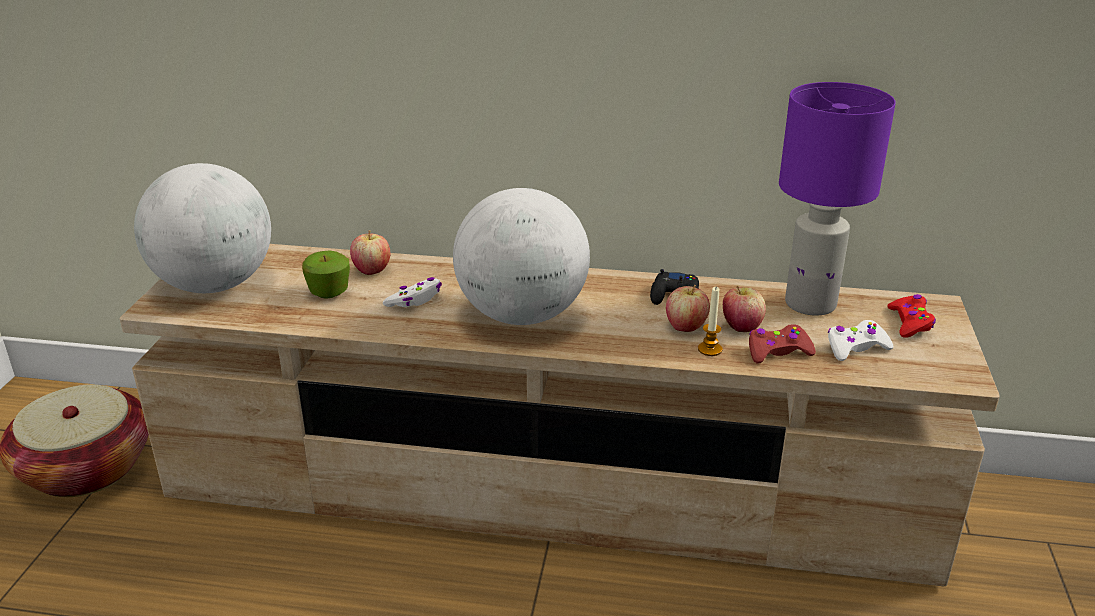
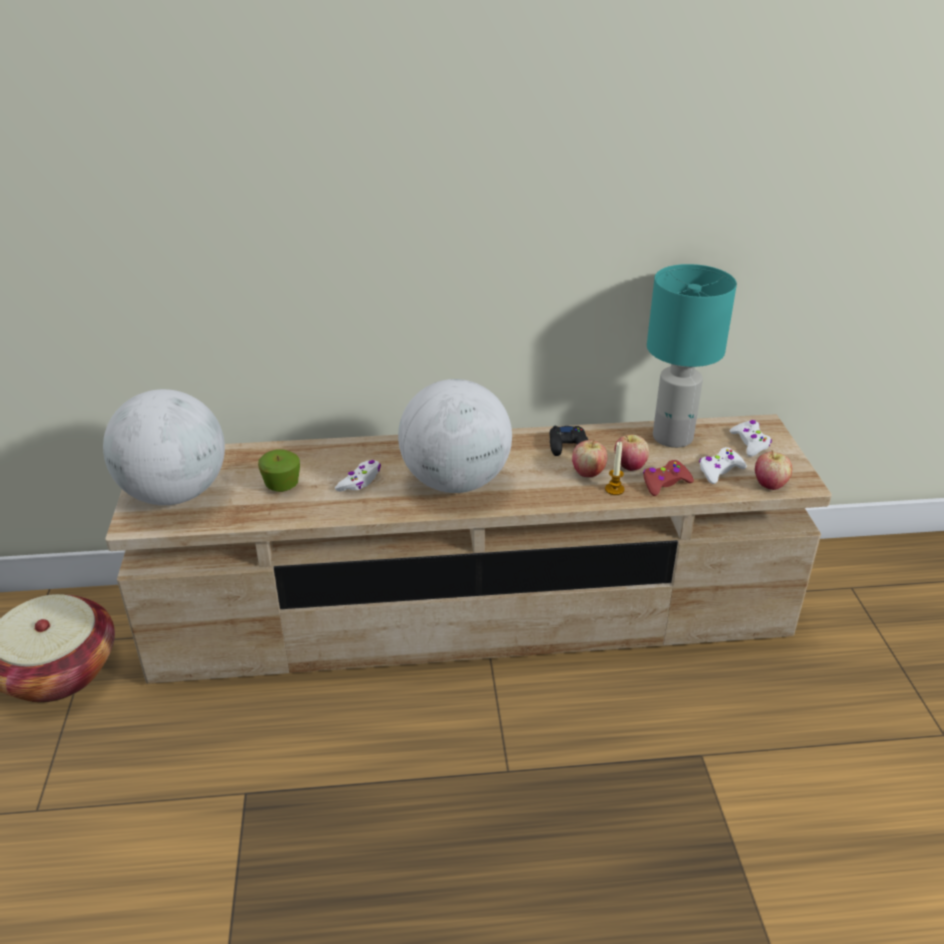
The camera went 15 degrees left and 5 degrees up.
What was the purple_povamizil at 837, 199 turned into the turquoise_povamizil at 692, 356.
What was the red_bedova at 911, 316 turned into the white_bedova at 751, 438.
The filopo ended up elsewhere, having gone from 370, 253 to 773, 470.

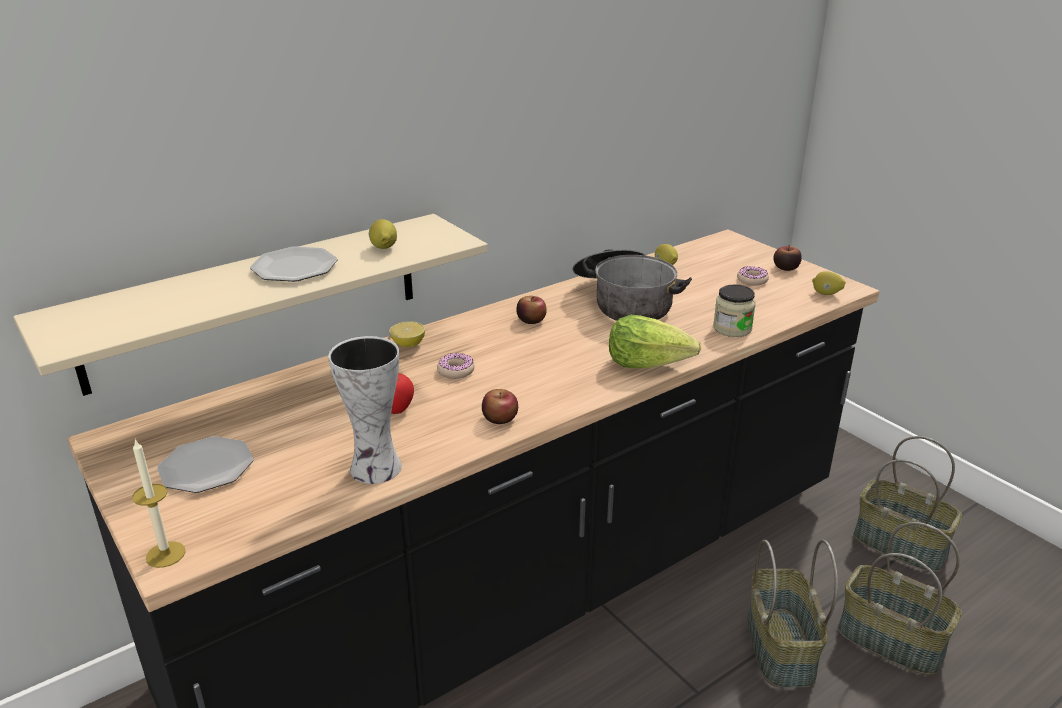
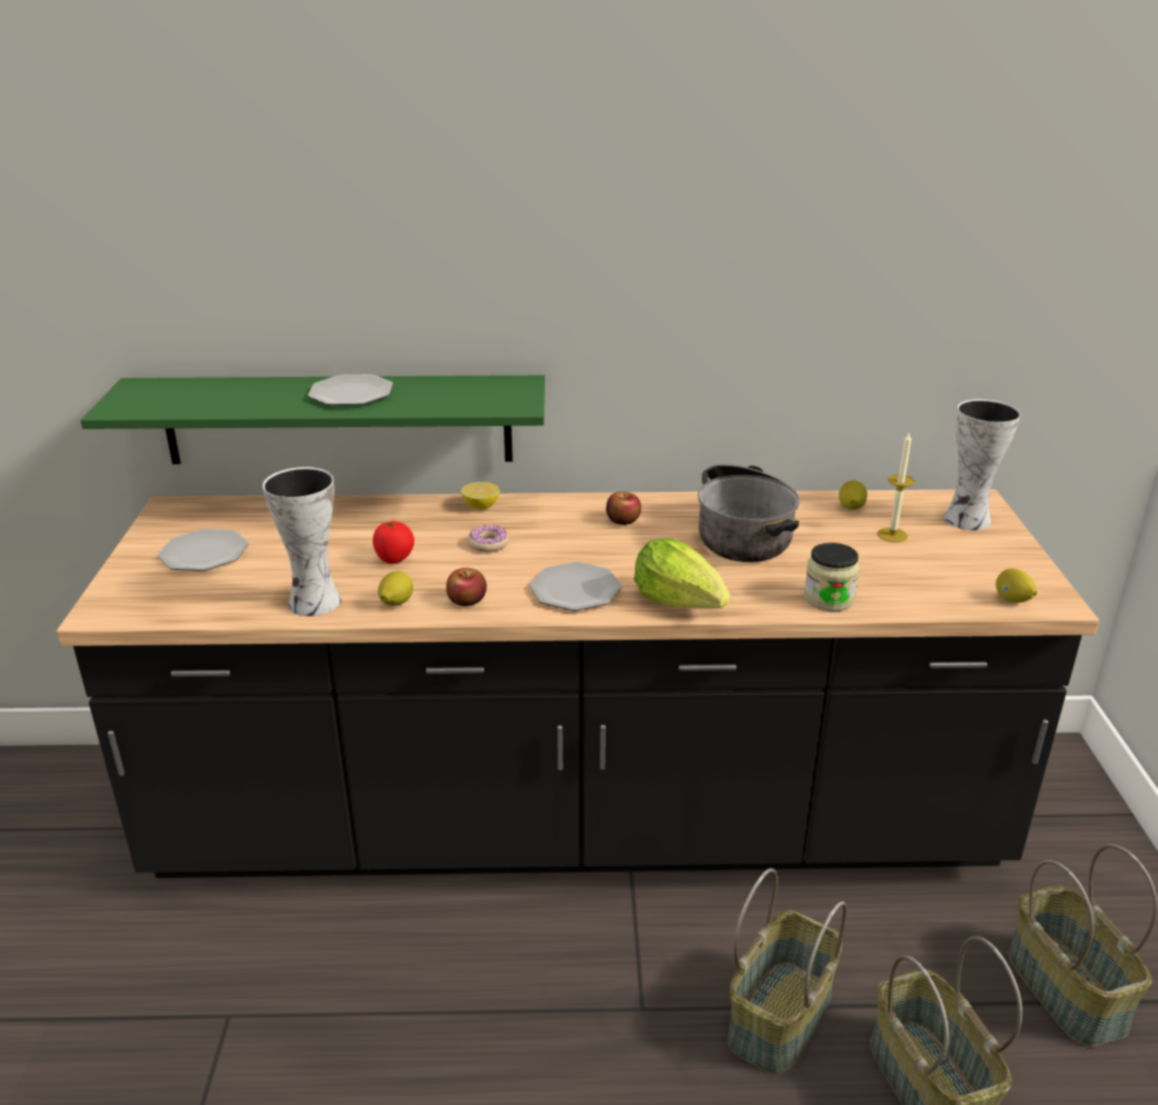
The camera went 35 degrees right and 0 degrees up.
What was the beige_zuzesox at 250, 305 turned into the green_zuzesox at 312, 419.
The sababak ended up elsewhere, having gone from 383, 234 to 395, 588.
The second view gained the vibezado at 576, 586.
The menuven ended up elsewhere, having gone from 159, 503 to 896, 487.
The second view gained the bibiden at 982, 464.
The second view lost the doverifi at 753, 276.
The second view lost the filopo at 787, 258.

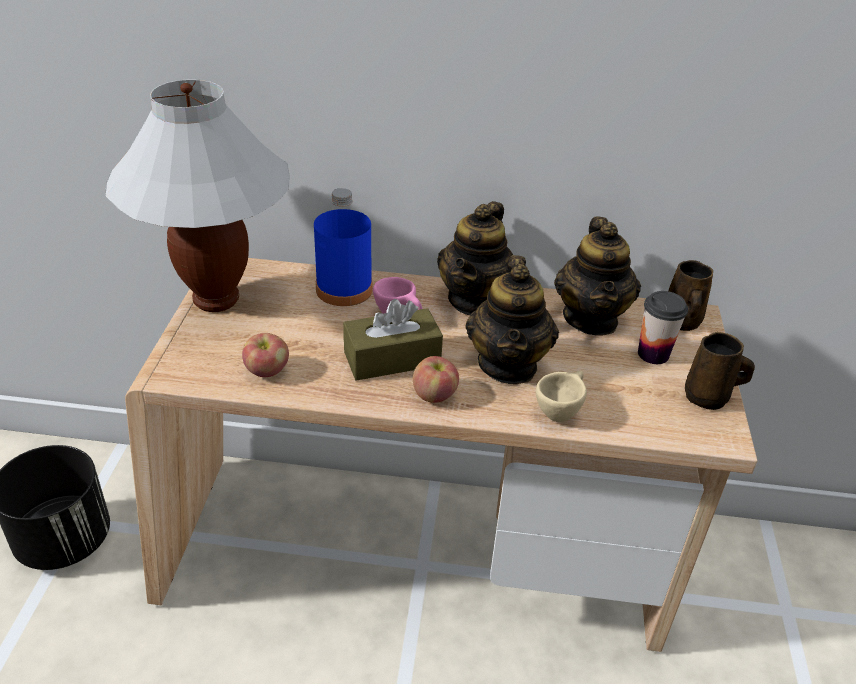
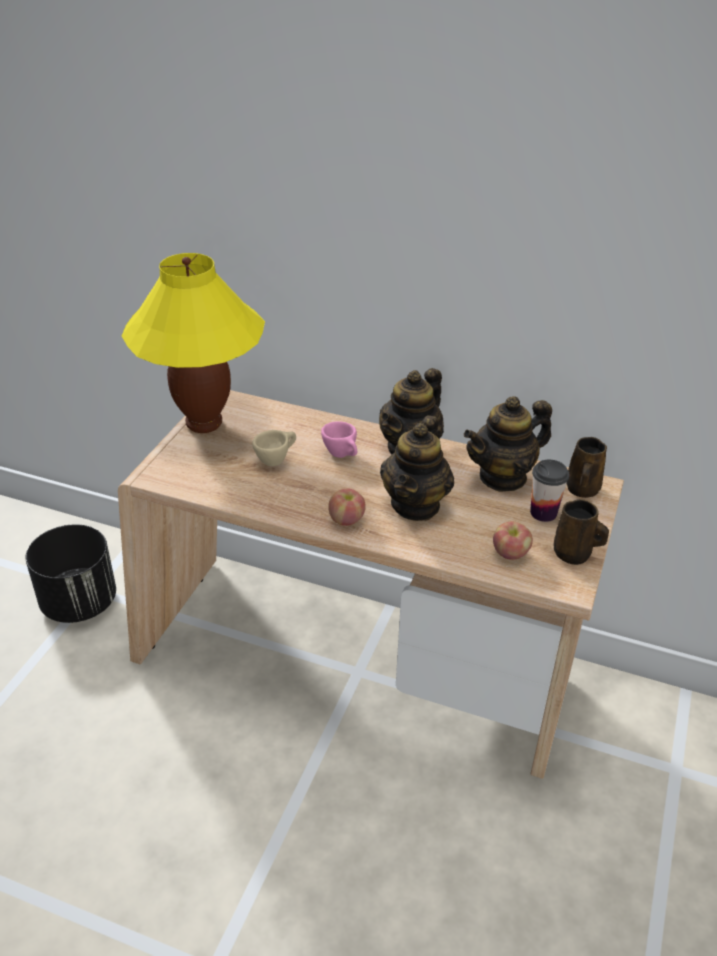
The camera went 15 degrees right and 0 degrees up.
What was the white_povamizil at 197, 195 turned into the yellow_povamizil at 193, 343.
The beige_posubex ended up elsewhere, having gone from 561, 396 to 274, 448.
The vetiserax at 597, 276 ended up facing another way, 45 degrees clockwise from before.
The filopo ended up elsewhere, having gone from 265, 355 to 513, 540.
The second view lost the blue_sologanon at 343, 247.
The second view lost the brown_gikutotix at 393, 340.

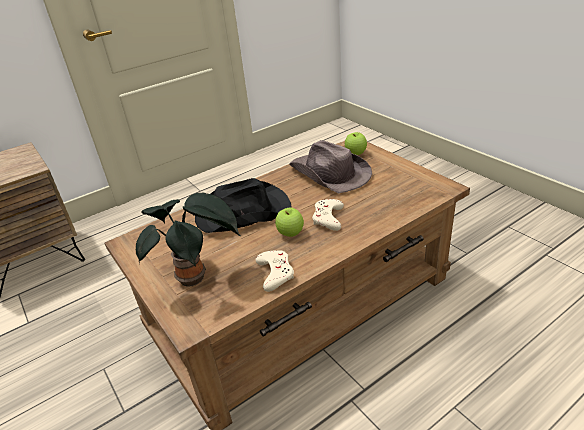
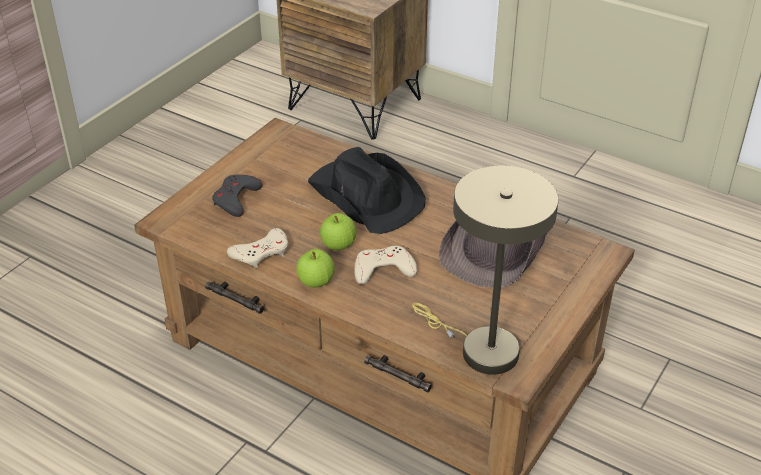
The camera went 65 degrees right and 5 degrees up.
Where the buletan stood at 188, 240, the grey_bedova came to stand at 237, 196.
The filopo ended up elsewhere, having gone from 356, 143 to 315, 268.
The second view gained the beige_povamizil at 485, 270.

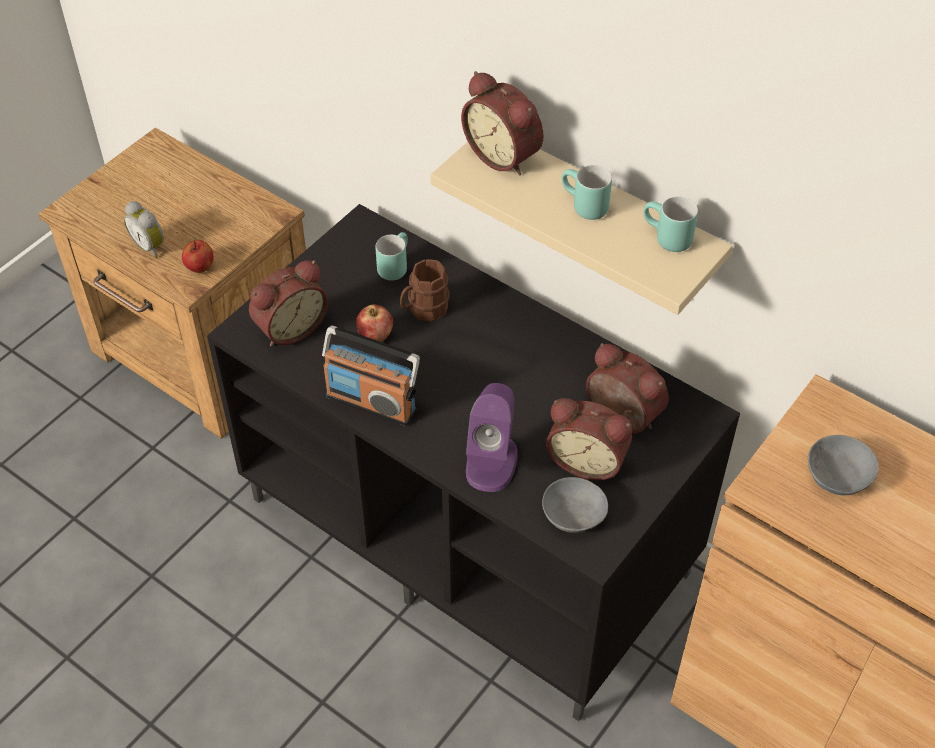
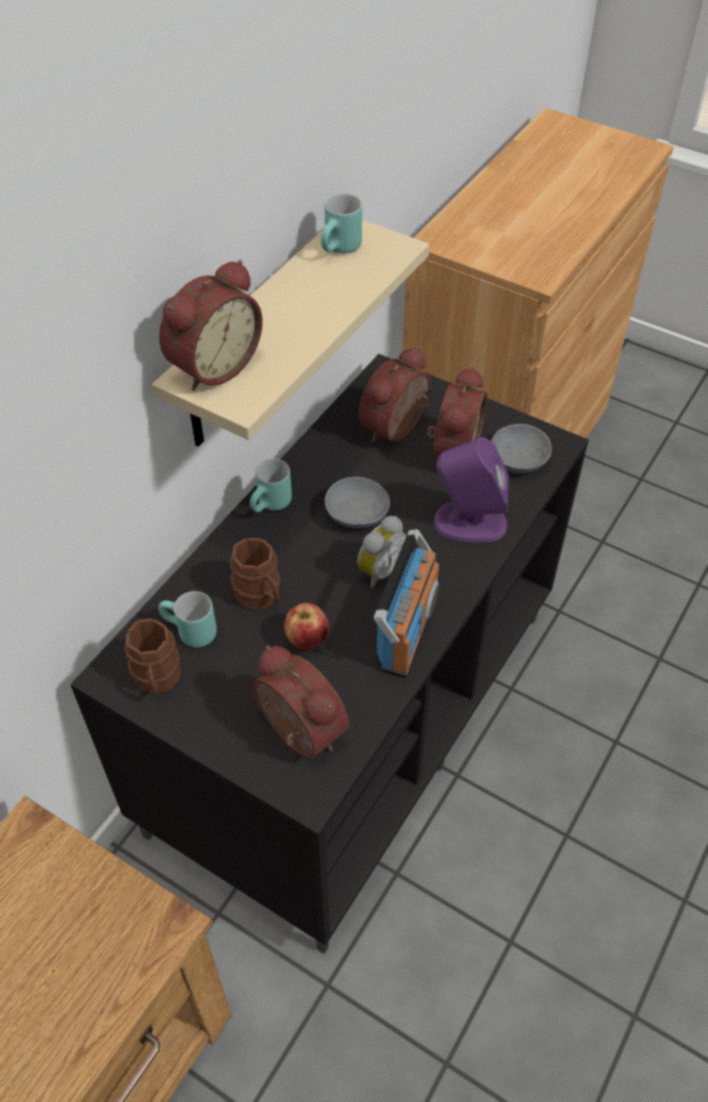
The camera went 95 degrees left and 0 degrees up.
The second view gained the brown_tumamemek at 152, 657.
The turquoise_tumamemek ended up elsewhere, having gone from 587, 192 to 271, 485.
The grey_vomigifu ended up elsewhere, having gone from 843, 465 to 357, 502.
The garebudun ended up elsewhere, having gone from 144, 229 to 381, 552.
The second view lost the filopo at 198, 256.

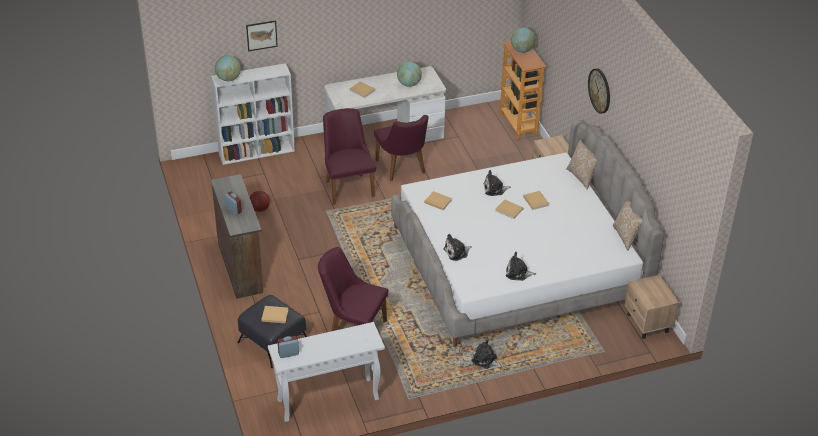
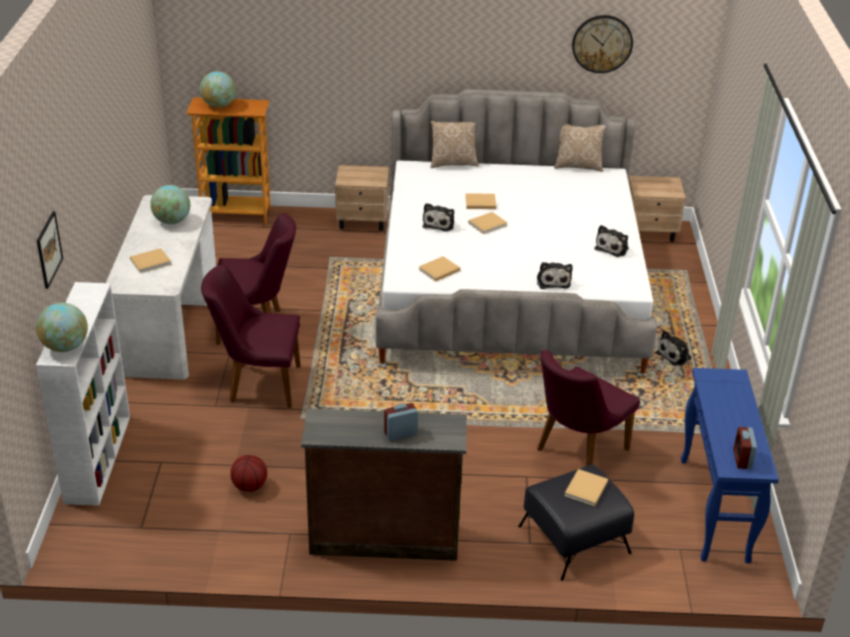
The camera went 70 degrees left and 5 degrees down.
The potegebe ended up elsewhere, having gone from 599, 91 to 602, 44.
What was the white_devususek at 326, 372 turned into the blue_devususek at 730, 465.

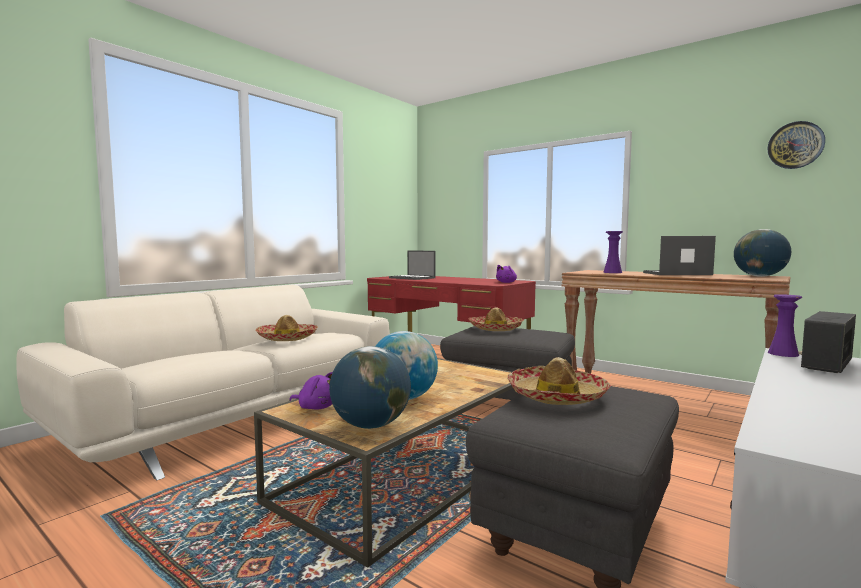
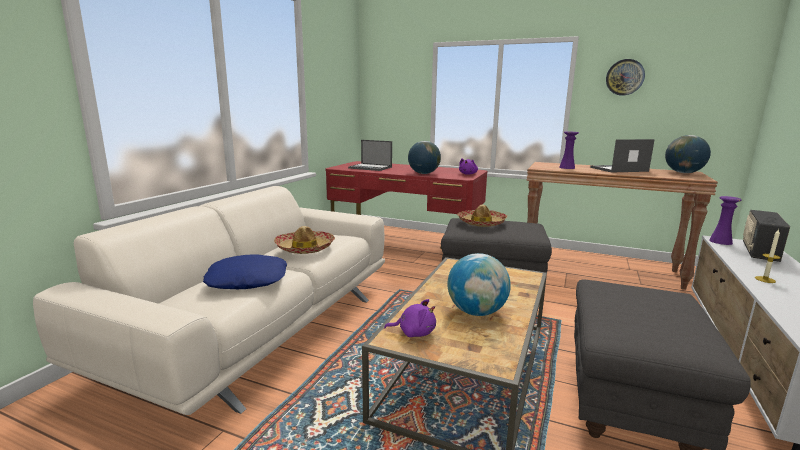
The camera went 15 degrees left and 10 degrees up.
The second view gained the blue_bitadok at 245, 271.
The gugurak ended up elsewhere, having gone from 370, 387 to 424, 157.
The potegebe ended up elsewhere, having gone from 796, 145 to 625, 77.
The second view gained the menuven at 768, 256.
The second view lost the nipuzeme at 559, 381.

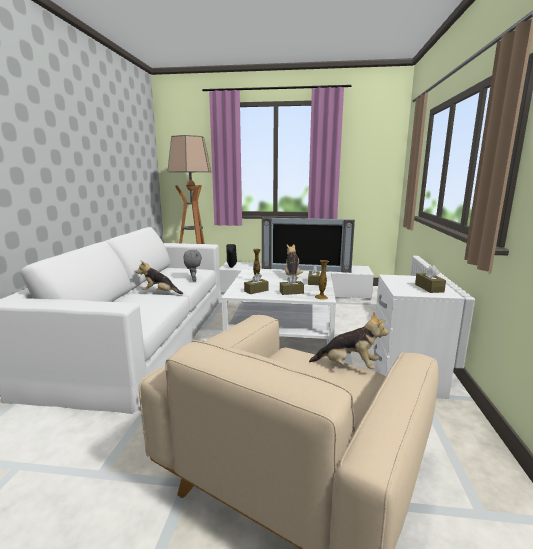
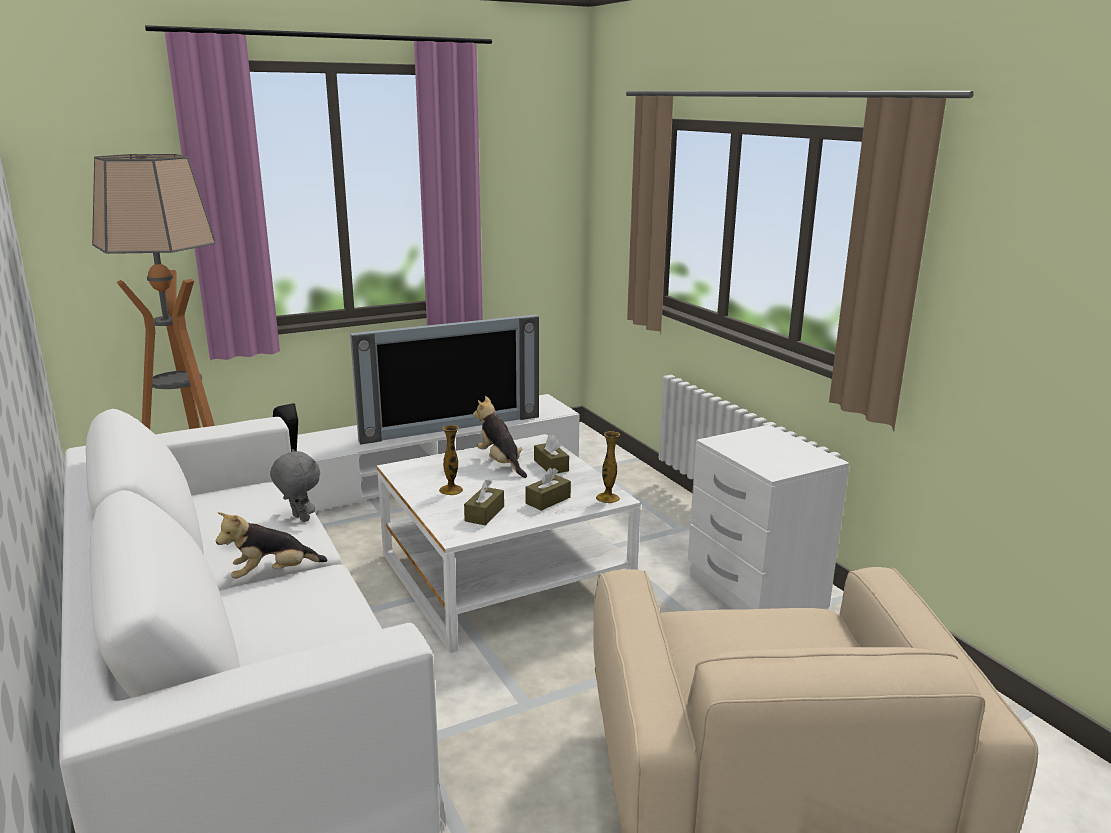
The camera went 35 degrees left and 5 degrees up.
The second view lost the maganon at 348, 340.
The second view lost the brown_gikutotix at 430, 279.

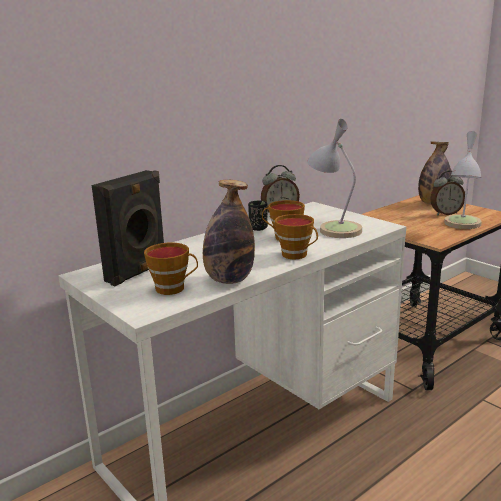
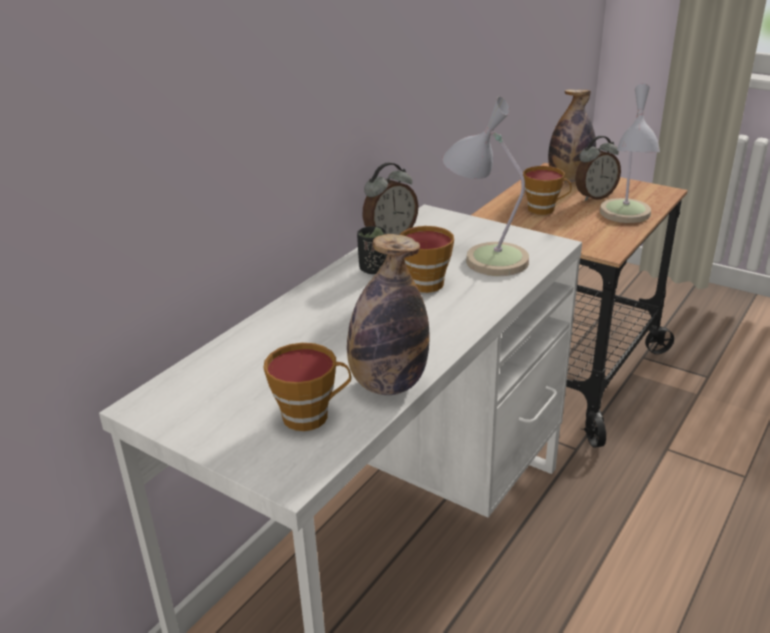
The camera went 15 degrees left and 10 degrees up.
The posubex ended up elsewhere, having gone from 296, 236 to 547, 190.
The second view lost the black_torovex at 128, 228.

